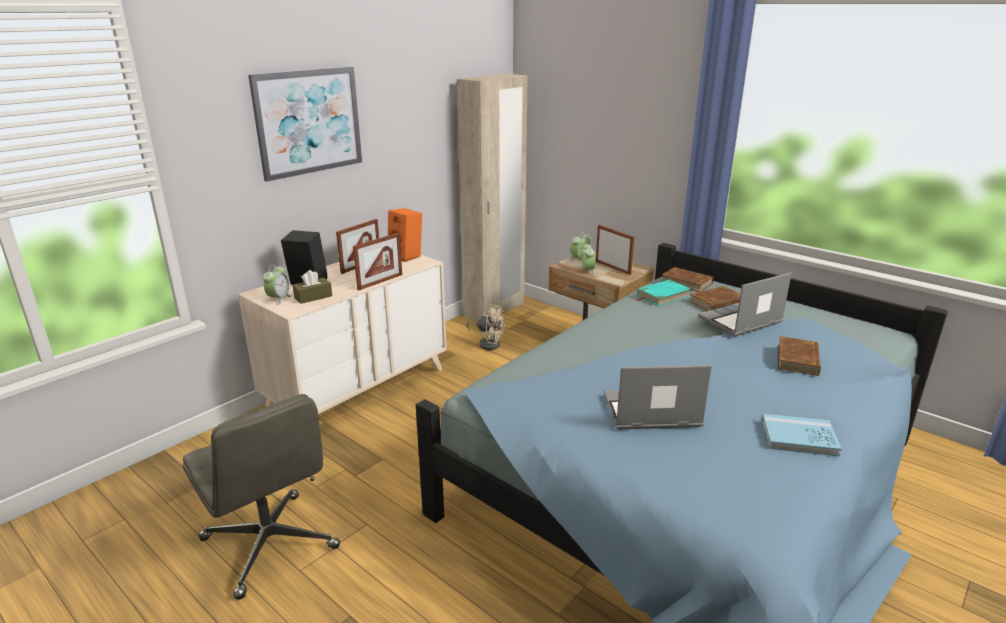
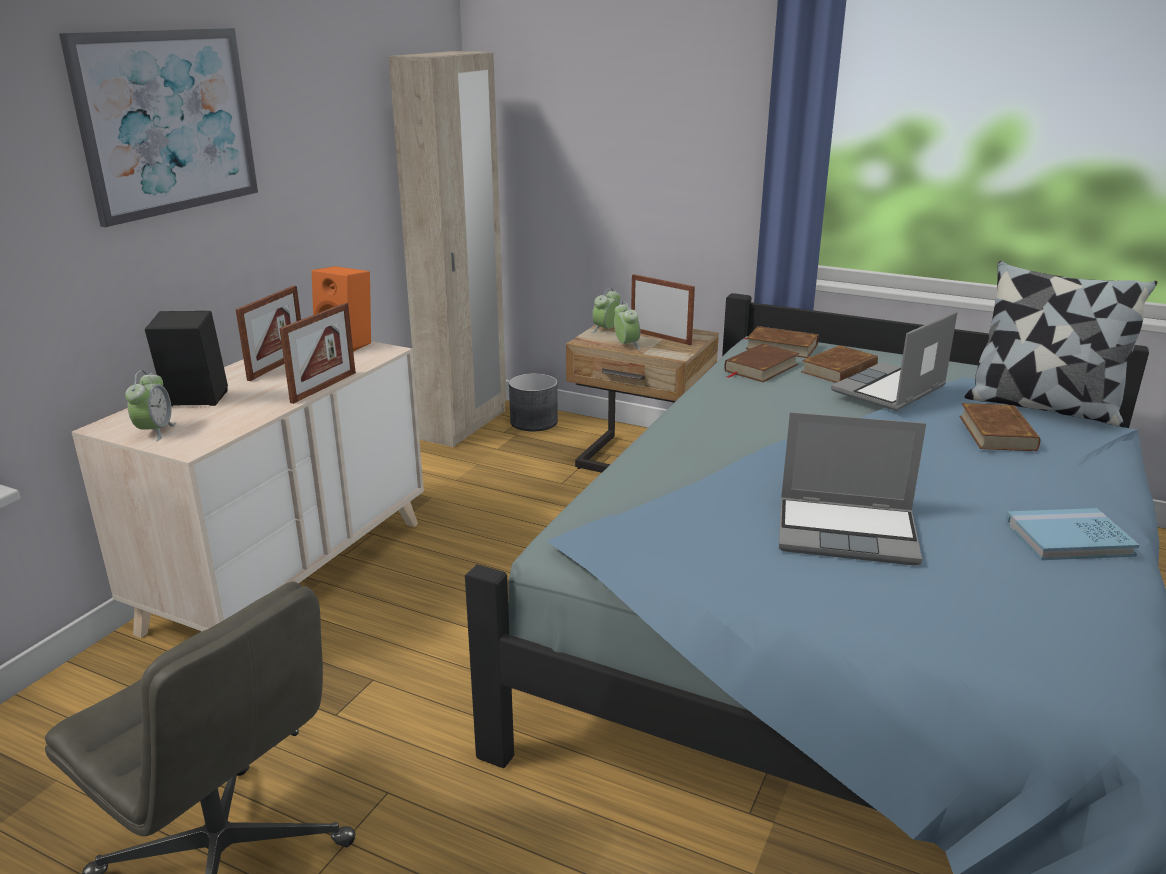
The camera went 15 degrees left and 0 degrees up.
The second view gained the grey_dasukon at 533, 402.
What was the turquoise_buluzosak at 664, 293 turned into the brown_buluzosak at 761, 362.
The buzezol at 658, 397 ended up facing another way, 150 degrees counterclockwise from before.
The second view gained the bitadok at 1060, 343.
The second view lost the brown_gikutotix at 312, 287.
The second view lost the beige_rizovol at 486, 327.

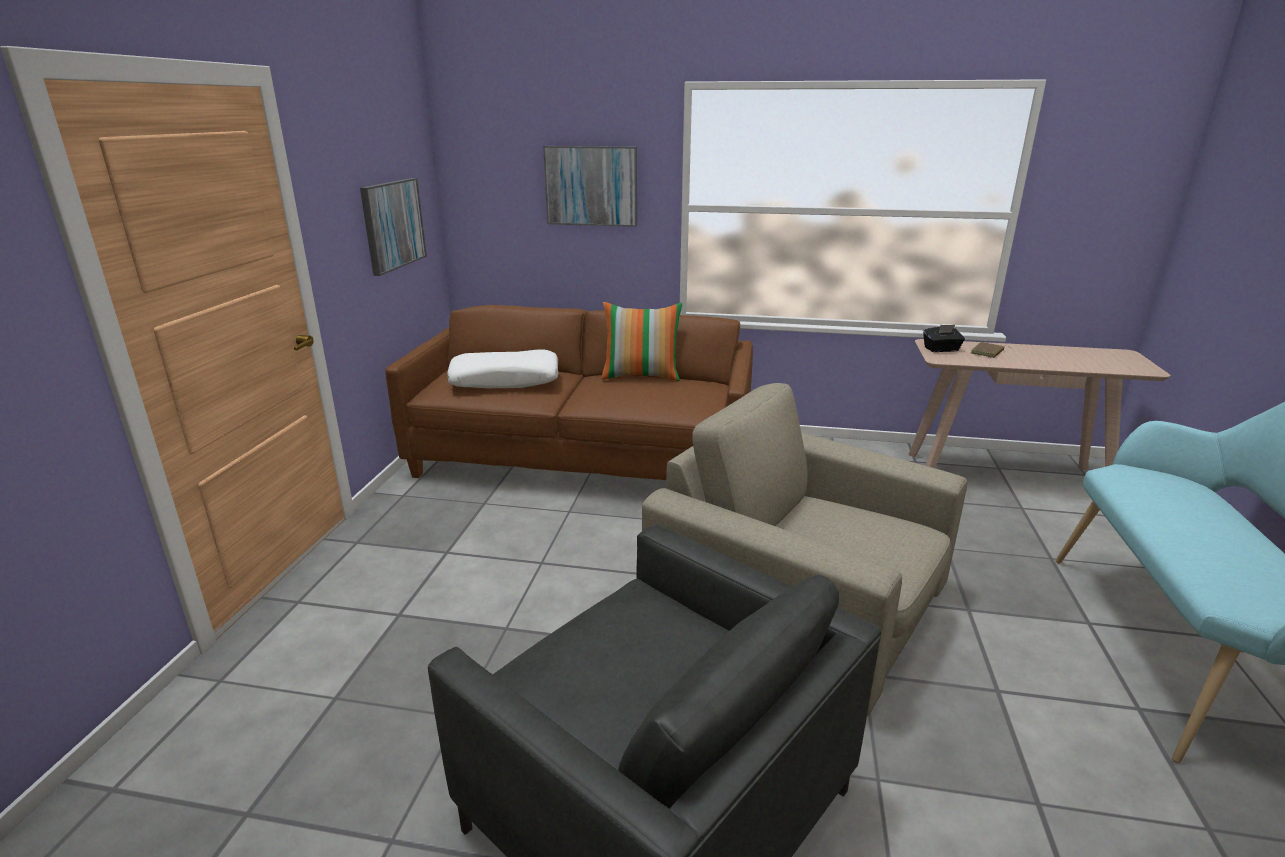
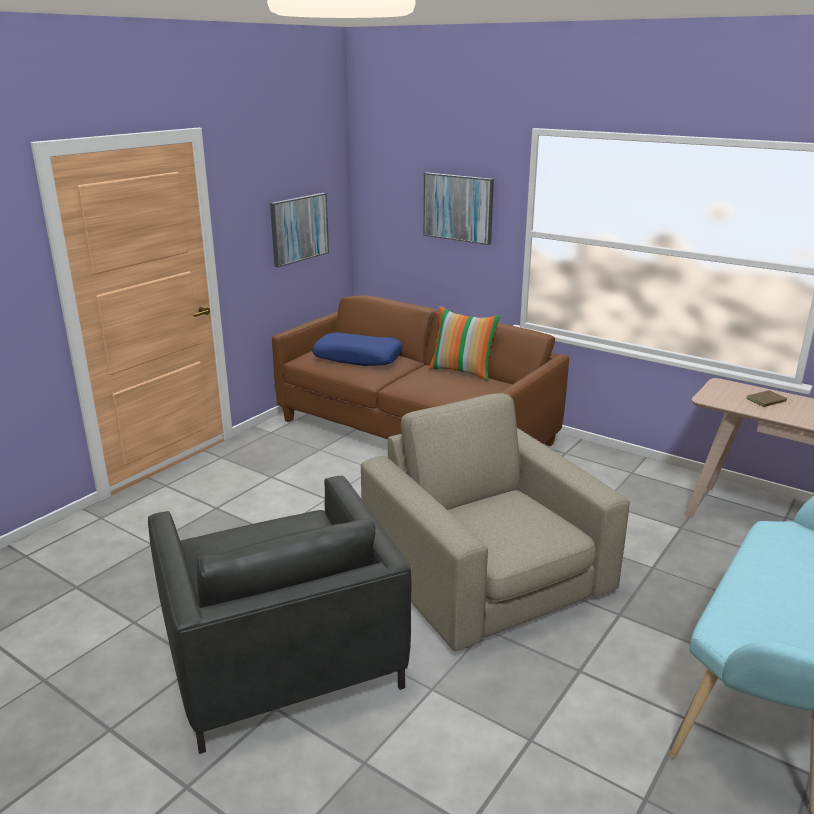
The camera went 25 degrees right and 0 degrees up.
What was the white_bitadok at 502, 368 turned into the blue_bitadok at 357, 349.
The second view lost the black_gikutotix at 944, 338.

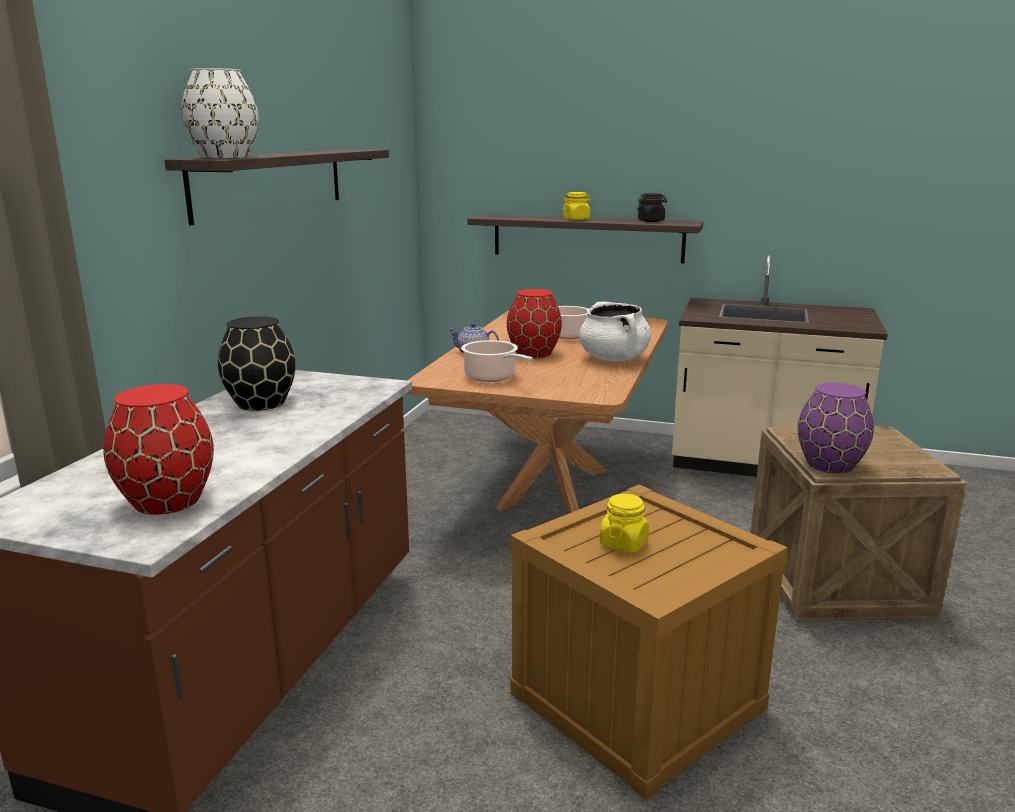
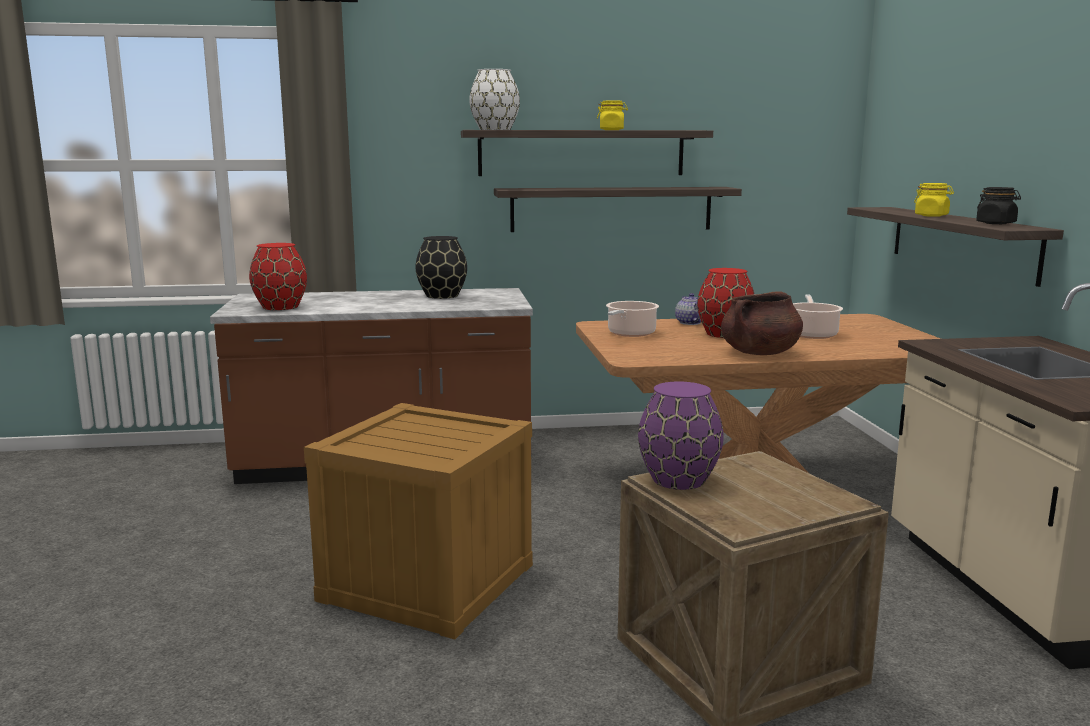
The camera went 65 degrees right and 5 degrees down.
The second view gained the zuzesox at 618, 209.
The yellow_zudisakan ended up elsewhere, having gone from 624, 523 to 612, 115.
What was the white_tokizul at 615, 331 turned into the brown_tokizul at 762, 323.

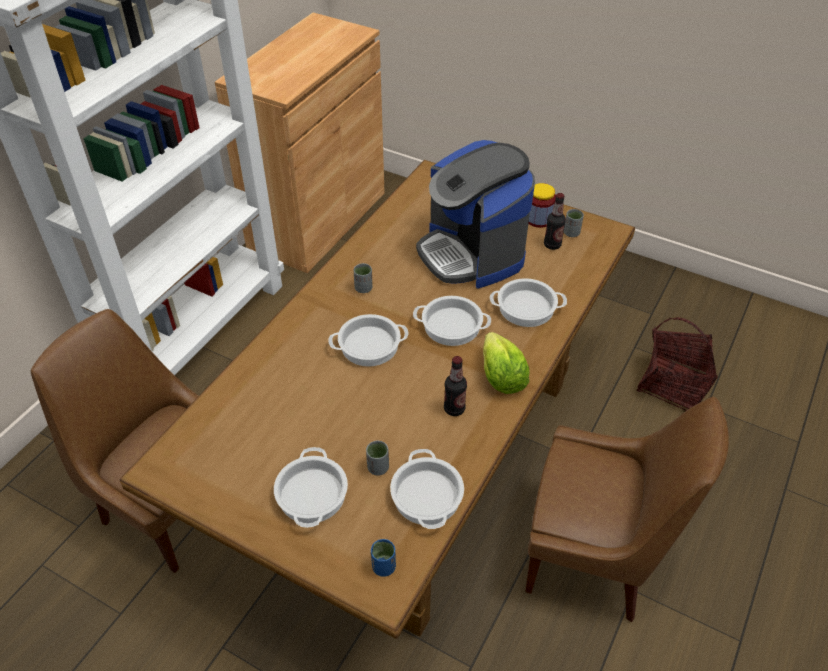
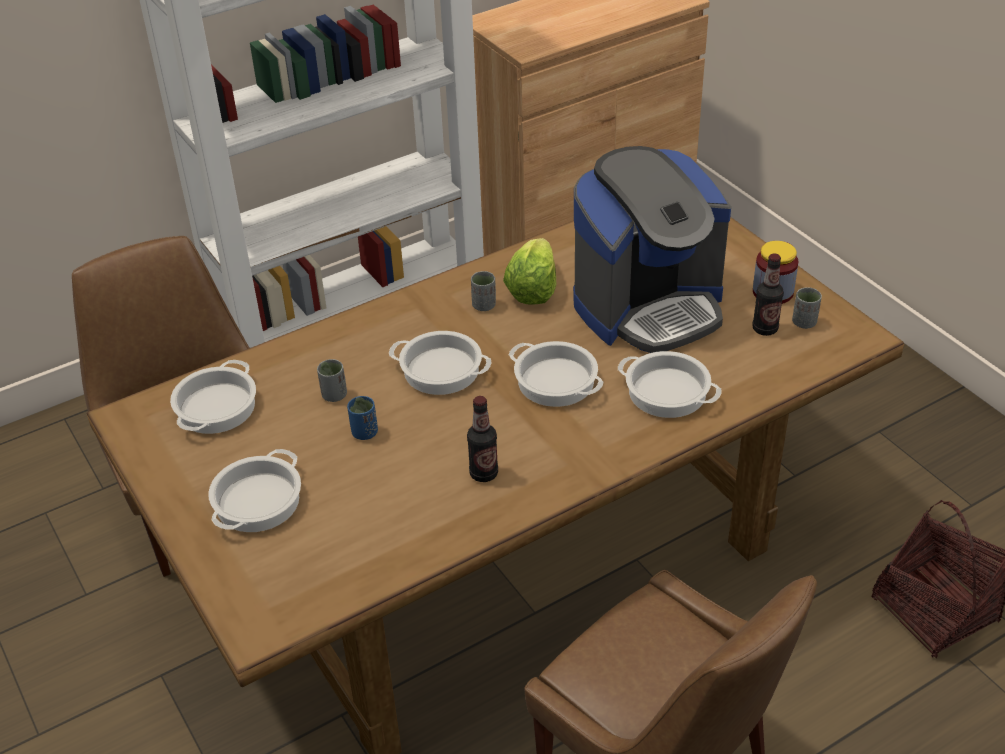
The camera went 30 degrees right and 5 degrees down.
The tokizul ended up elsewhere, having gone from 427, 489 to 213, 397.
The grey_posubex ended up elsewhere, having gone from 377, 458 to 332, 380.
The blue_posubex ended up elsewhere, having gone from 383, 558 to 362, 418.
The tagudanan ended up elsewhere, having gone from 506, 363 to 529, 271.
The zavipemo at 475, 214 ended up facing another way, 120 degrees counterclockwise from before.

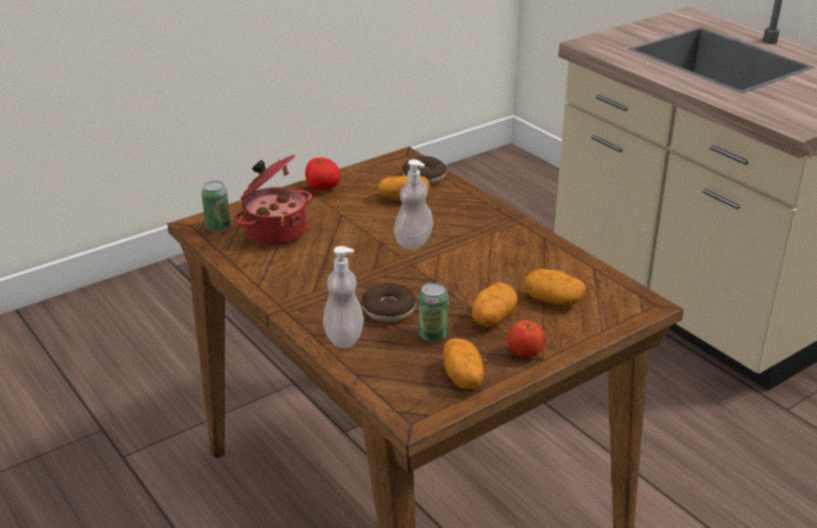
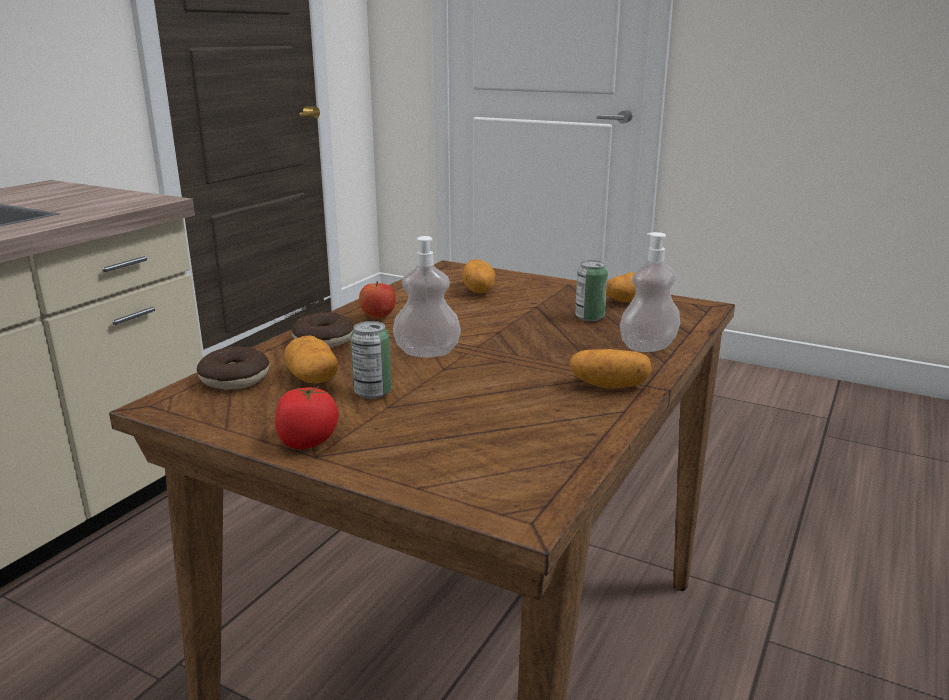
The camera went 115 degrees left and 10 degrees down.
The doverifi ended up elsewhere, having gone from 389, 302 to 322, 330.
The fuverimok ended up elsewhere, having gone from 216, 206 to 371, 360.
The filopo ended up elsewhere, having gone from 526, 339 to 377, 300.
The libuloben ended up elsewhere, having gone from 494, 304 to 610, 368.
The second view lost the tokizul at 273, 200.

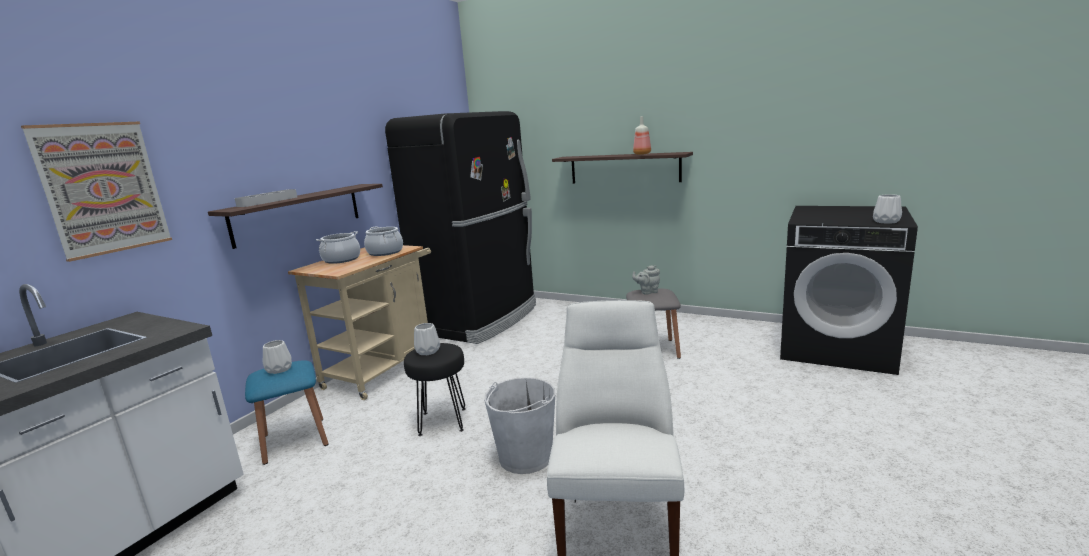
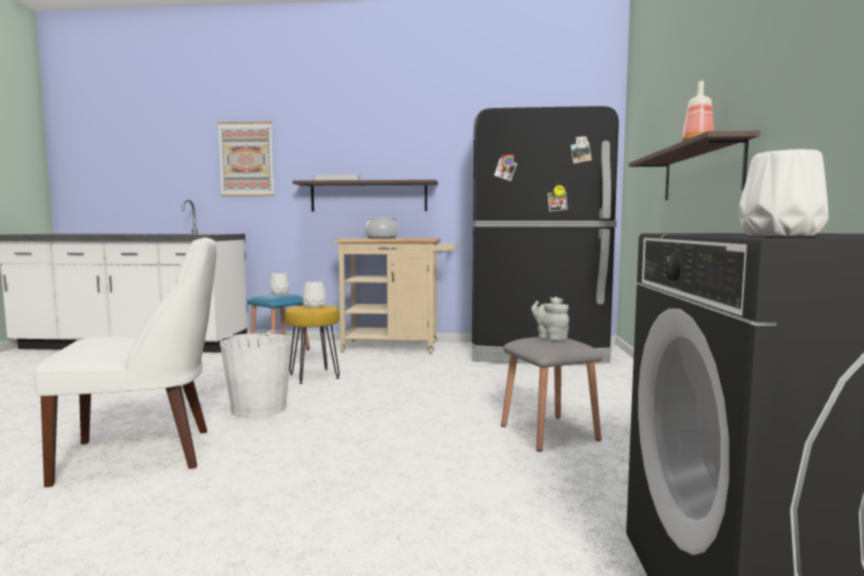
The camera went 65 degrees right and 10 degrees down.
What was the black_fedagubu at 435, 389 turned into the yellow_fedagubu at 312, 344.
The second view lost the tokizul at 383, 241.

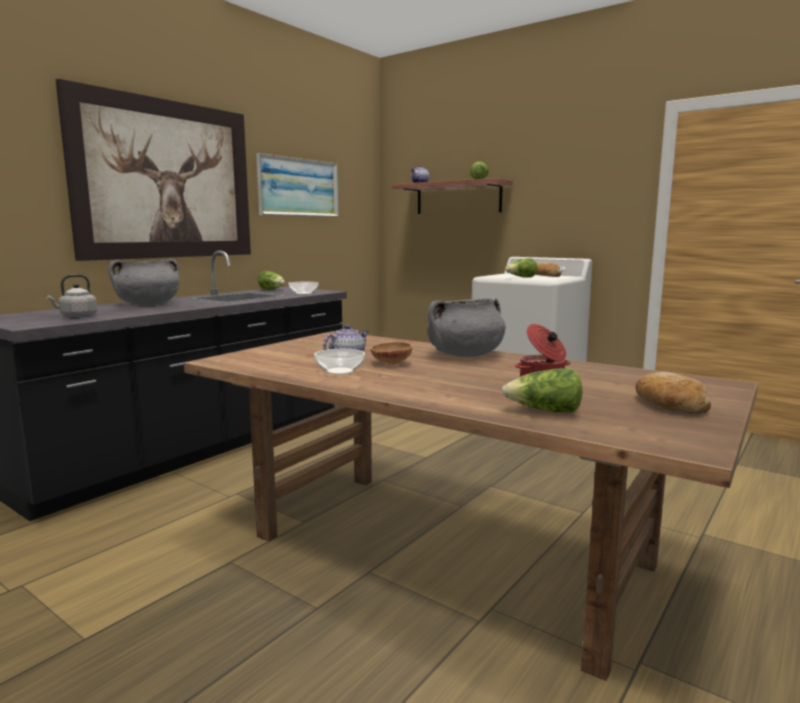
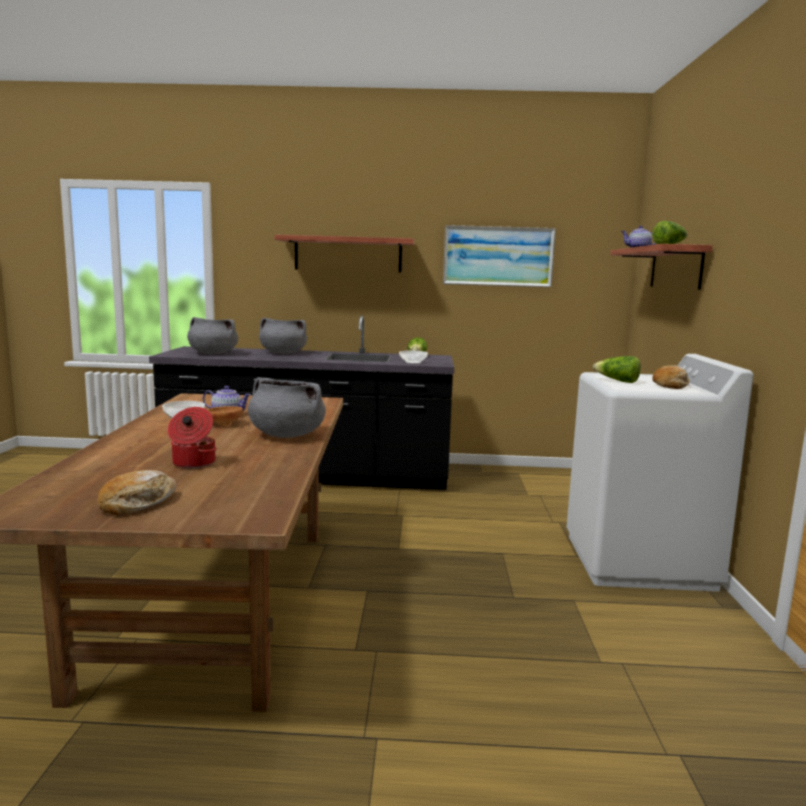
The camera went 55 degrees right and 0 degrees up.
Where the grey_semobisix stood at 71, 295, the grey_tokizul came to stand at 212, 335.
Where the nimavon hung at 153, 170, the zuzesox came to hang at 344, 254.
The second view lost the tagudanan at 541, 390.

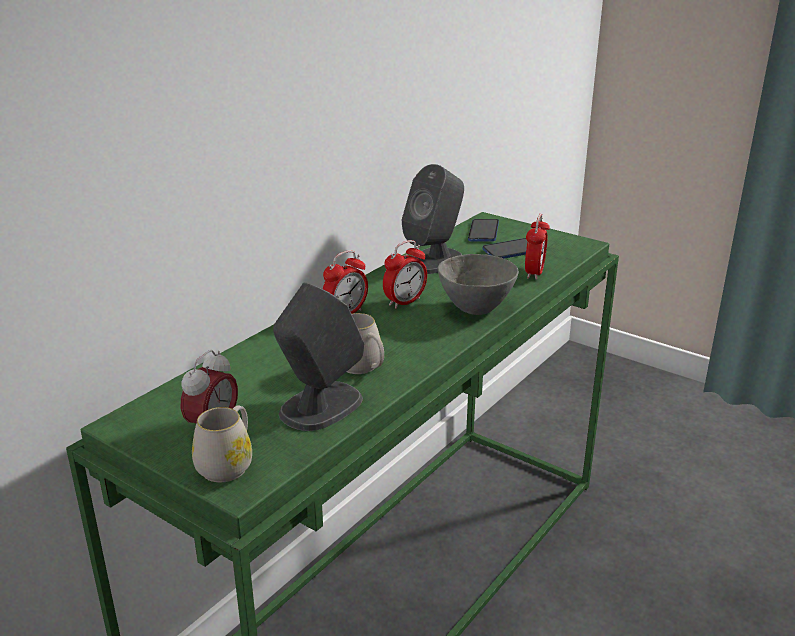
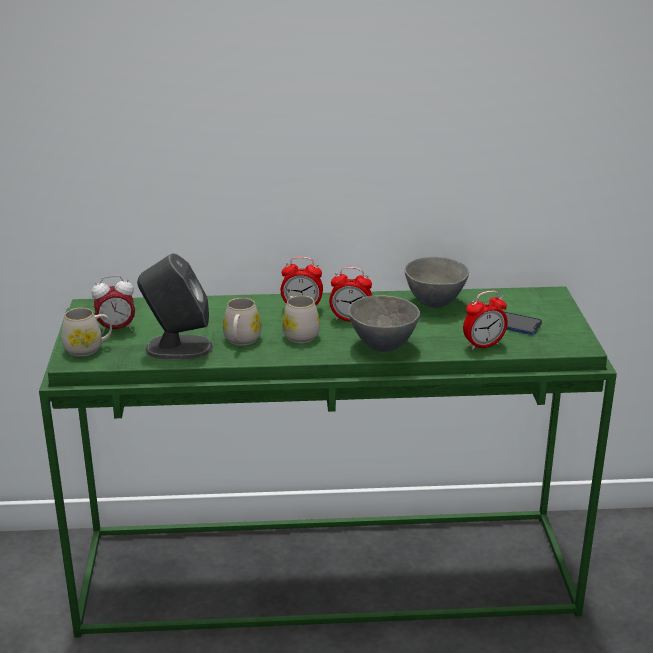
The camera went 50 degrees right and 0 degrees up.
The second view gained the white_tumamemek at 301, 319.
Where the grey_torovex stood at 433, 219, the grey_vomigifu came to stand at 436, 282.
The second view lost the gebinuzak at 483, 230.

